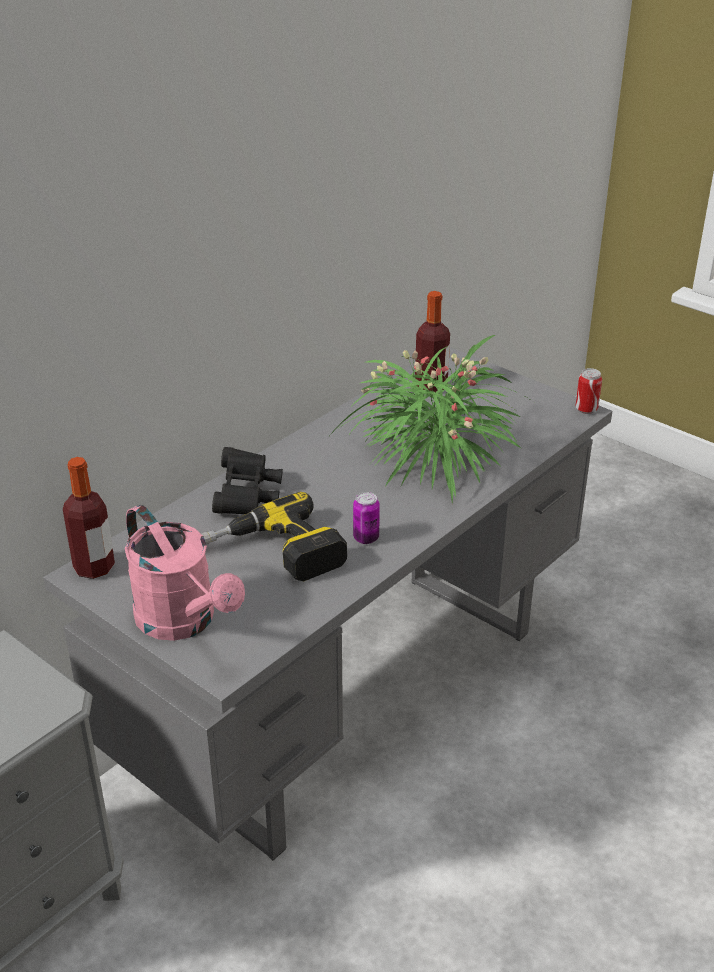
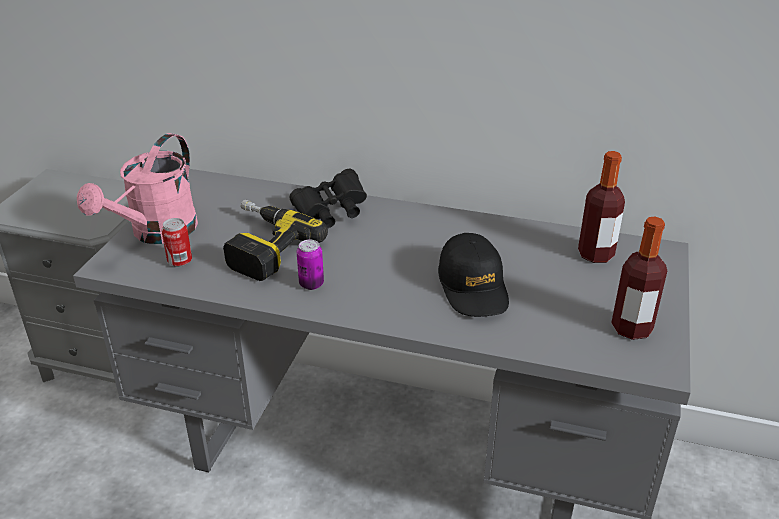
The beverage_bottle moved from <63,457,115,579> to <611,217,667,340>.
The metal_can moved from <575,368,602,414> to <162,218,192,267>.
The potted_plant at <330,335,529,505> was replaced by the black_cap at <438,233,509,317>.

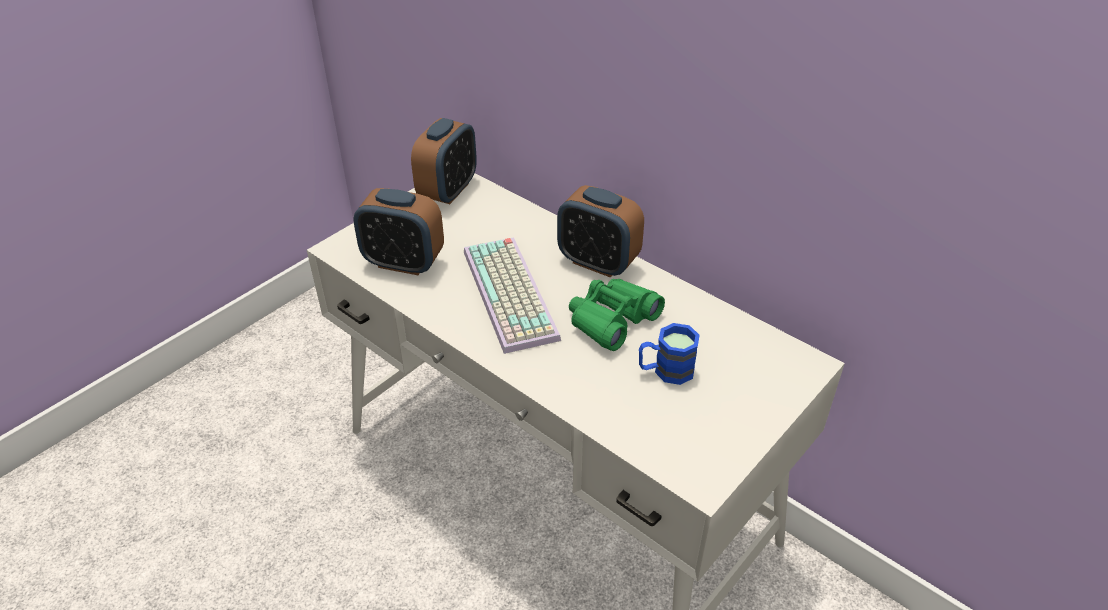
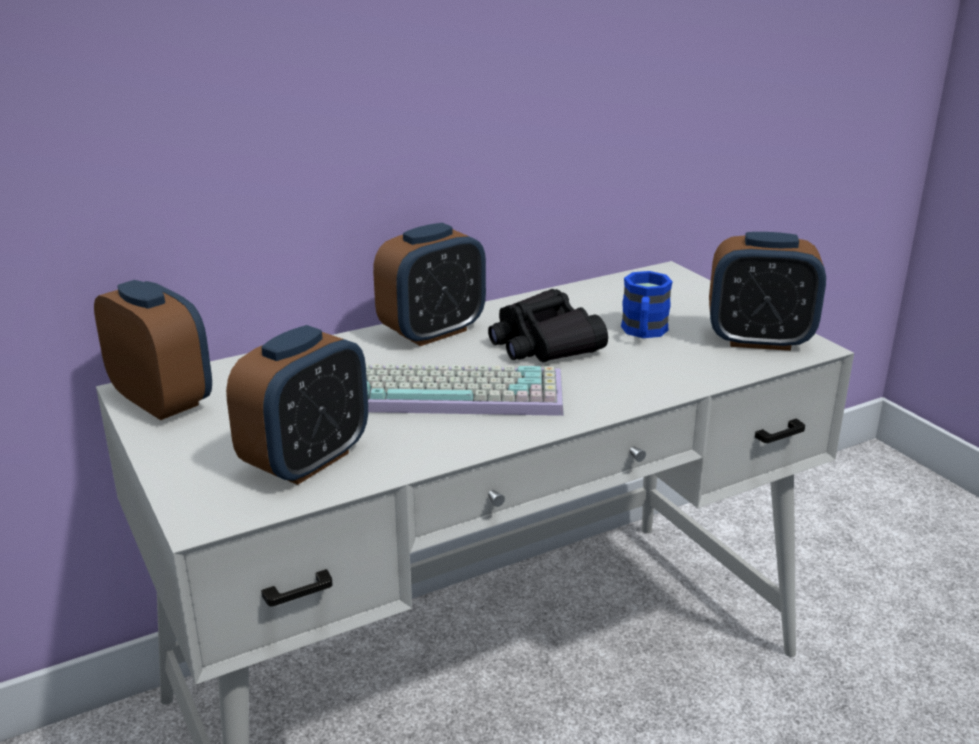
The alarm_clock at <709,232,826,351> appeared.
The green-coloured_binoculars at <569,279,665,351> became the black_binoculars at <488,289,608,362>.

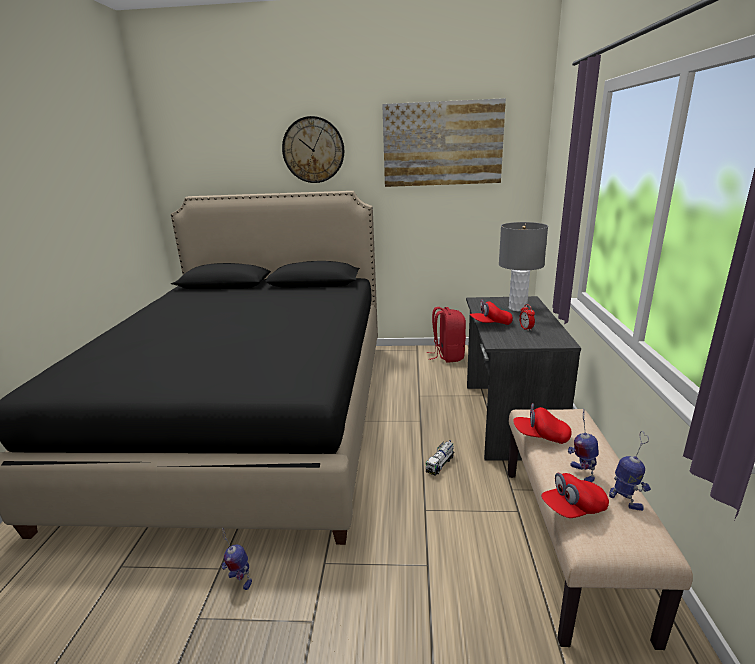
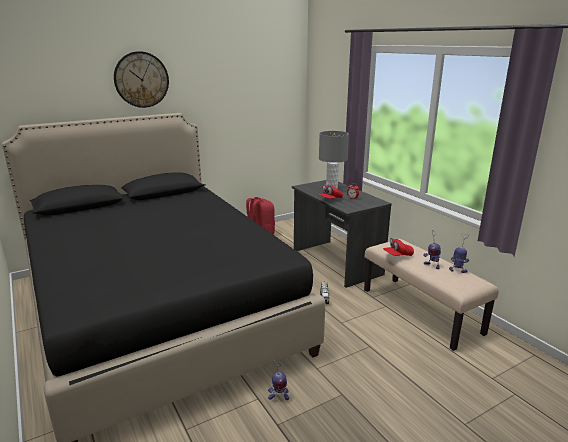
The wall_picture at <382,98,506,187> disappeared.
The red-coloured_cap at <541,473,609,518> disappeared.

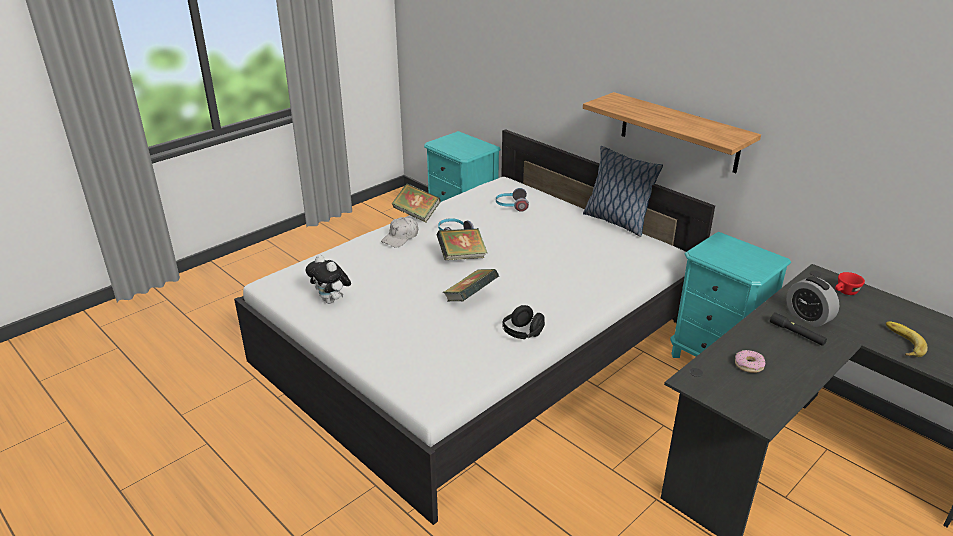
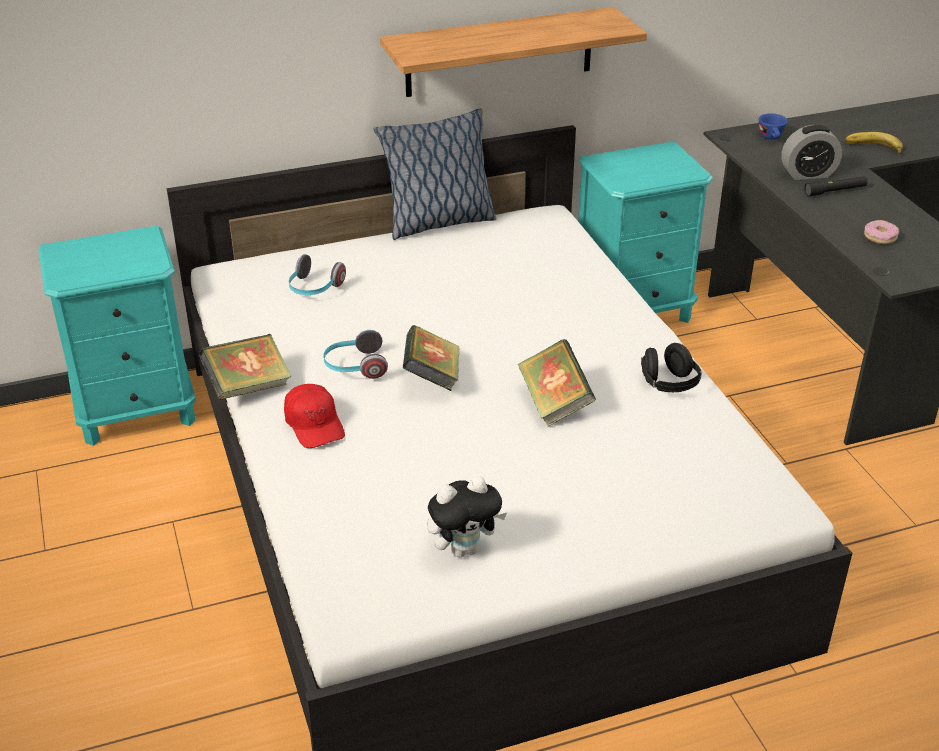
The white-coloured_cap at <381,217,418,248> became the red-coloured_cap at <284,384,345,448>.
The red-coloured_drinking_cup at <835,272,865,295> became the blue-coloured_drinking_cup at <759,113,788,139>.

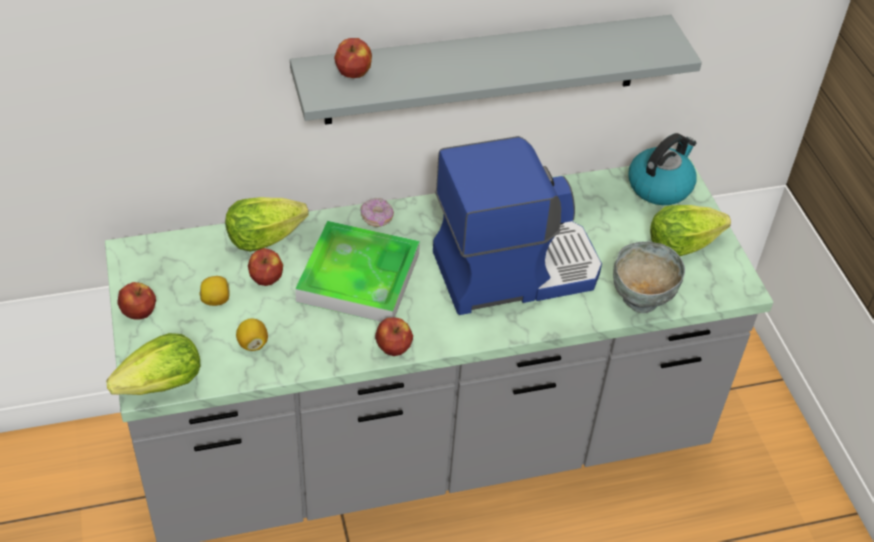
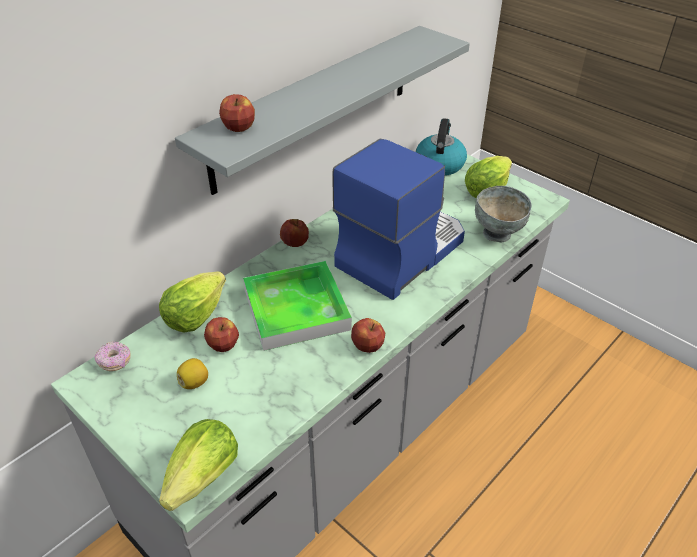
The citrus_fruit at <236,318,268,351> disappeared.
The apple moved from <117,282,156,320> to <280,219,309,247>.
The donut moved from <360,198,394,227> to <95,341,131,371>.

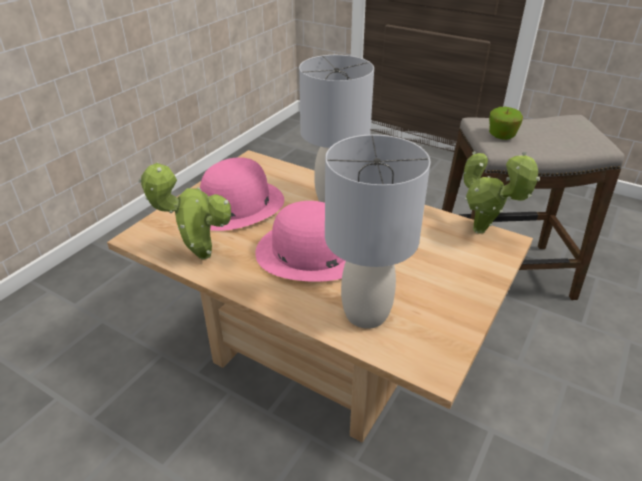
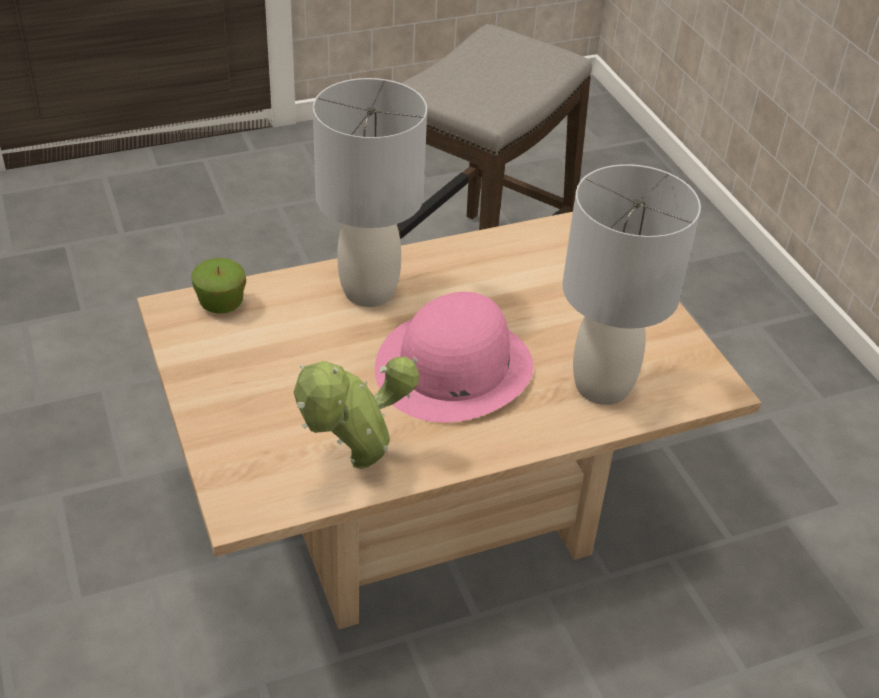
The pink-coloured_wearable_hat at <200,157,284,231> disappeared.
The potted_plant at <464,151,540,234> disappeared.
The apple moved from <489,107,523,140> to <191,258,246,314>.

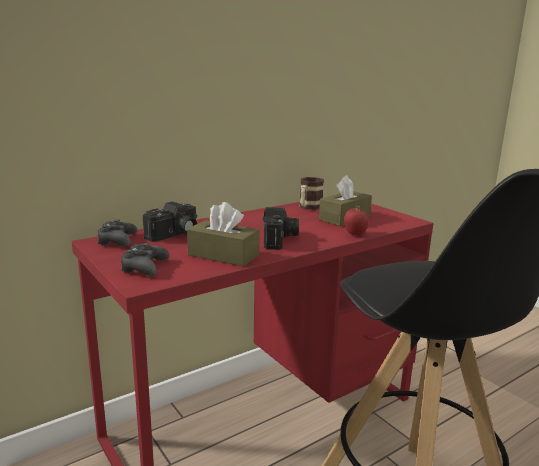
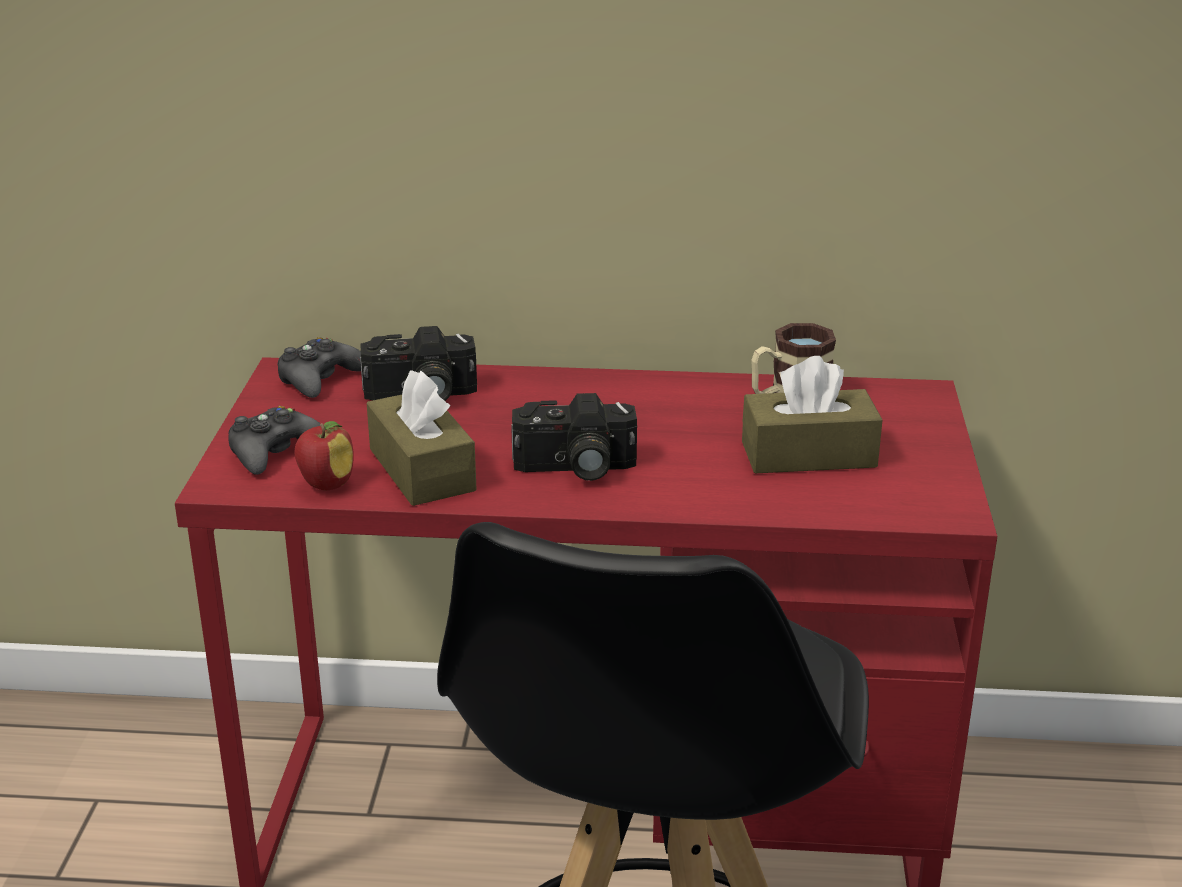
The apple moved from <344,206,368,235> to <294,421,354,490>.
The still_camera at <263,207,299,250> turned 45 degrees clockwise.

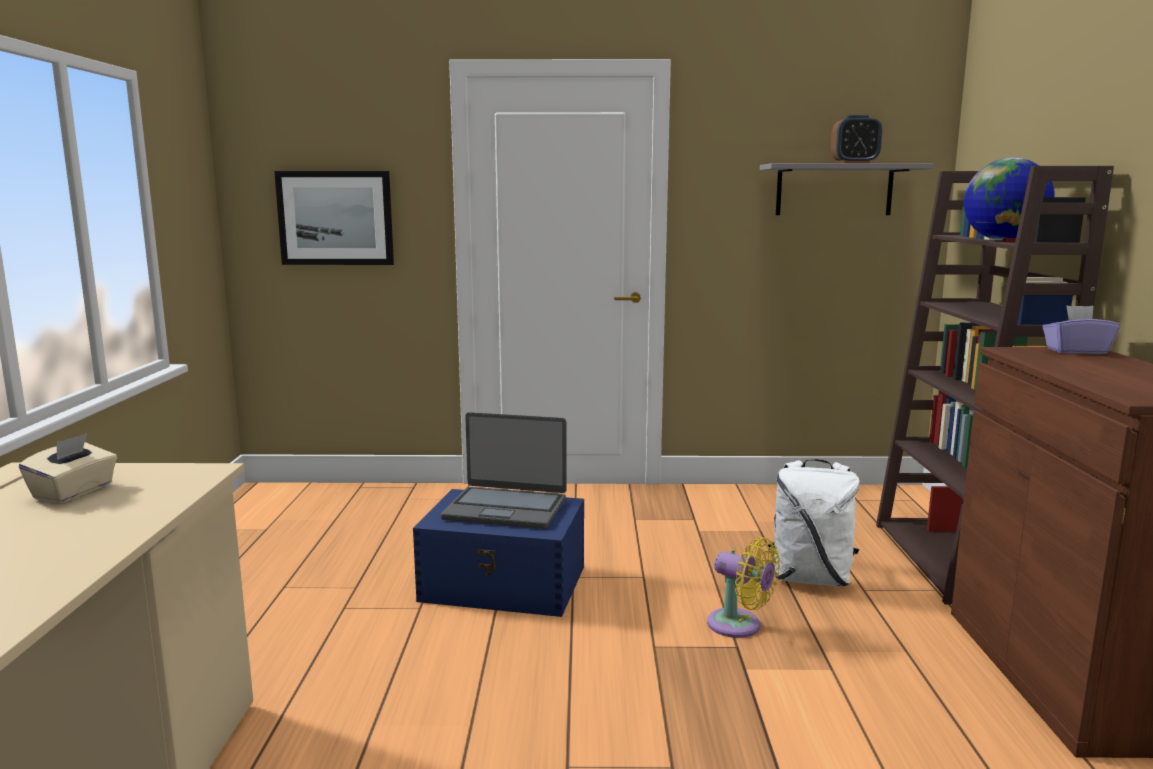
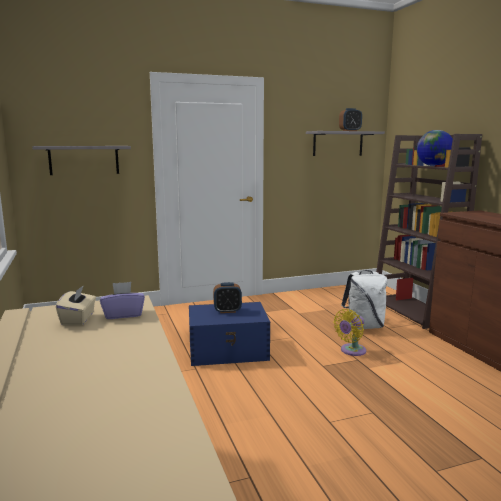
The purple_tissue_box moved from <1043,305,1120,354> to <100,282,145,319>.
The wall_picture at <274,171,394,265> was replaced by the greyish_bracket_shelf at <32,146,131,175>.
The notebook_computer at <441,412,567,529> was replaced by the alarm_clock at <213,282,242,313>.
The yellowish_cooling_fan at <707,537,780,638> turned 120 degrees clockwise.

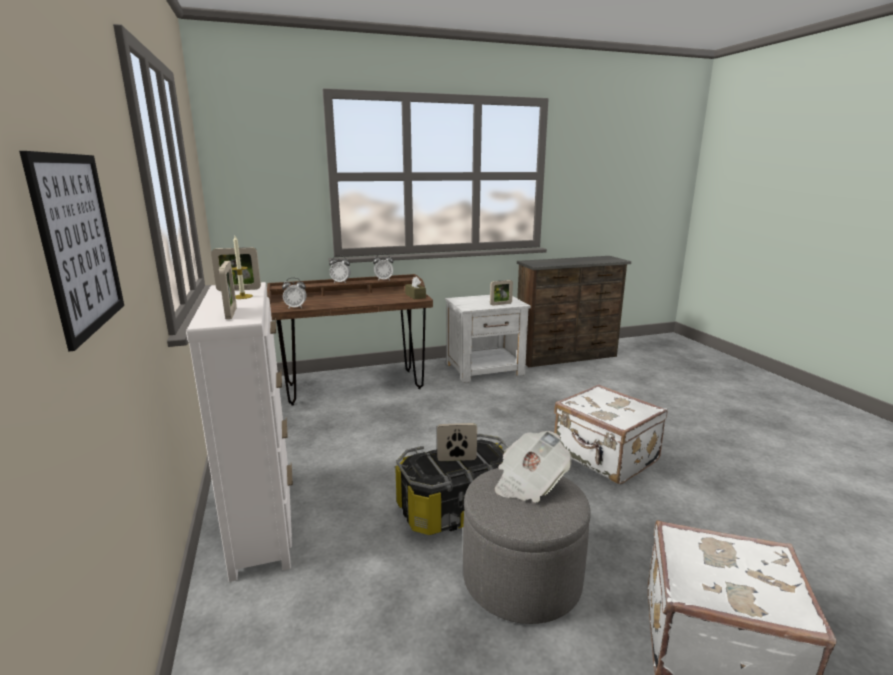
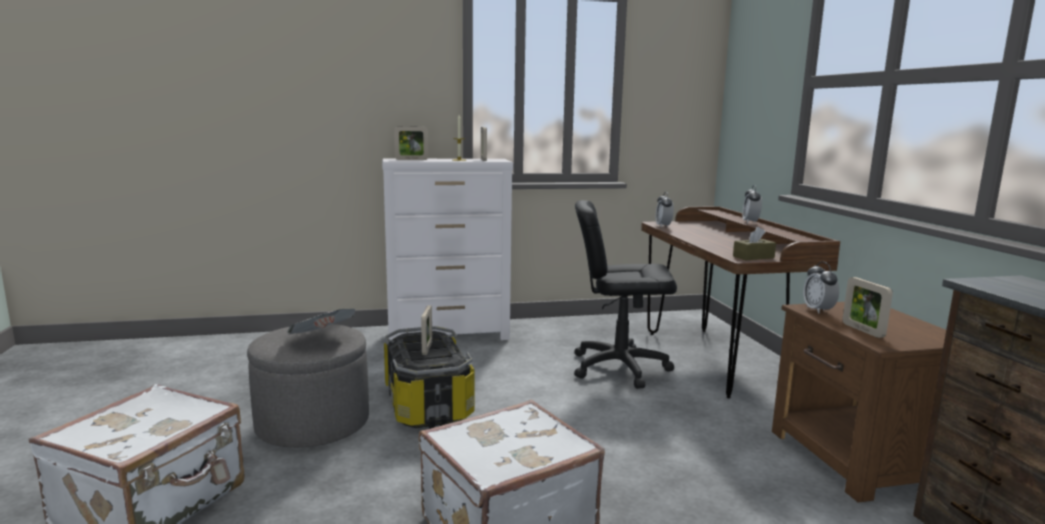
The wall_picture at <19,151,124,351> disappeared.
The black_desk_chair at <574,200,677,389> appeared.
The alarm_clock moved from <373,253,393,281> to <803,261,839,314>.
The white-coloured_night_table at <445,295,531,383> became the brownish_night_table at <772,302,946,503>.

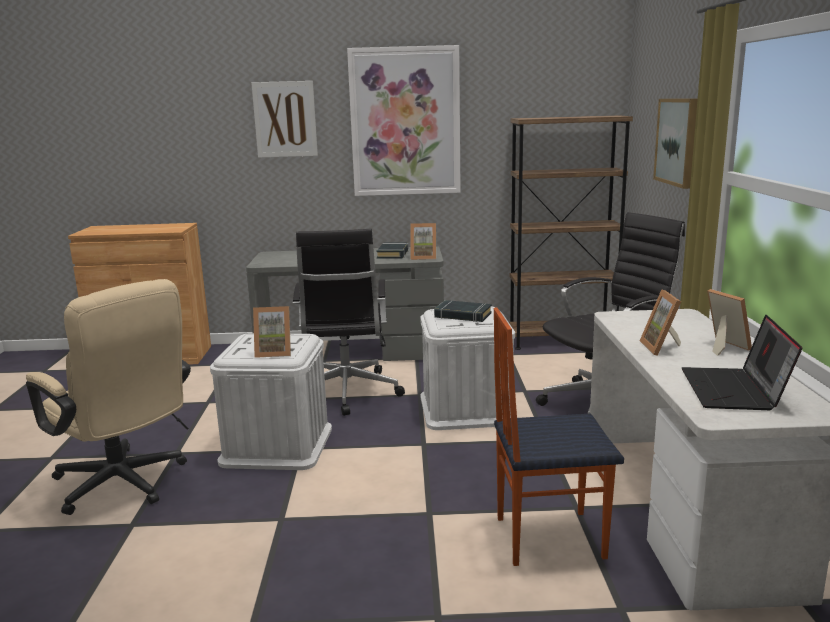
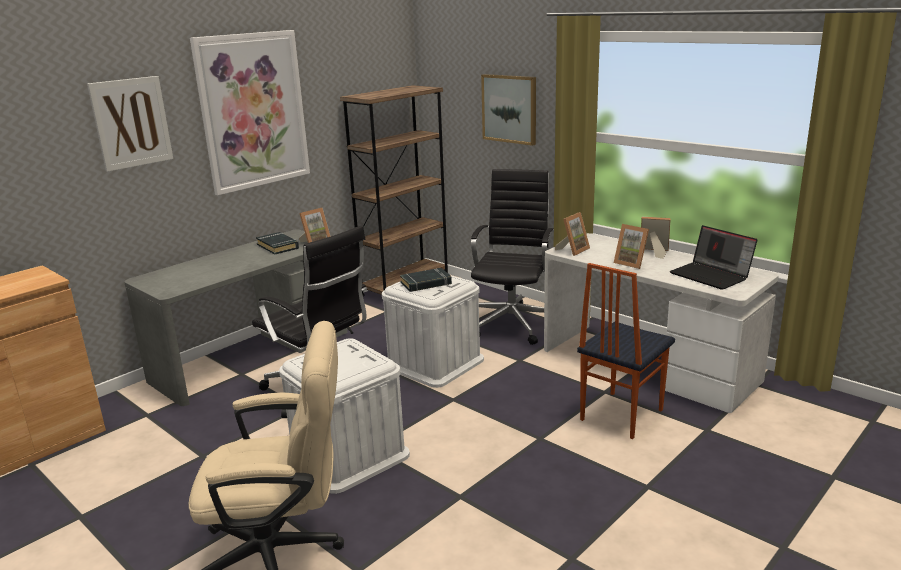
The standing_frame moved from <253,306,291,358> to <555,212,590,256>.

